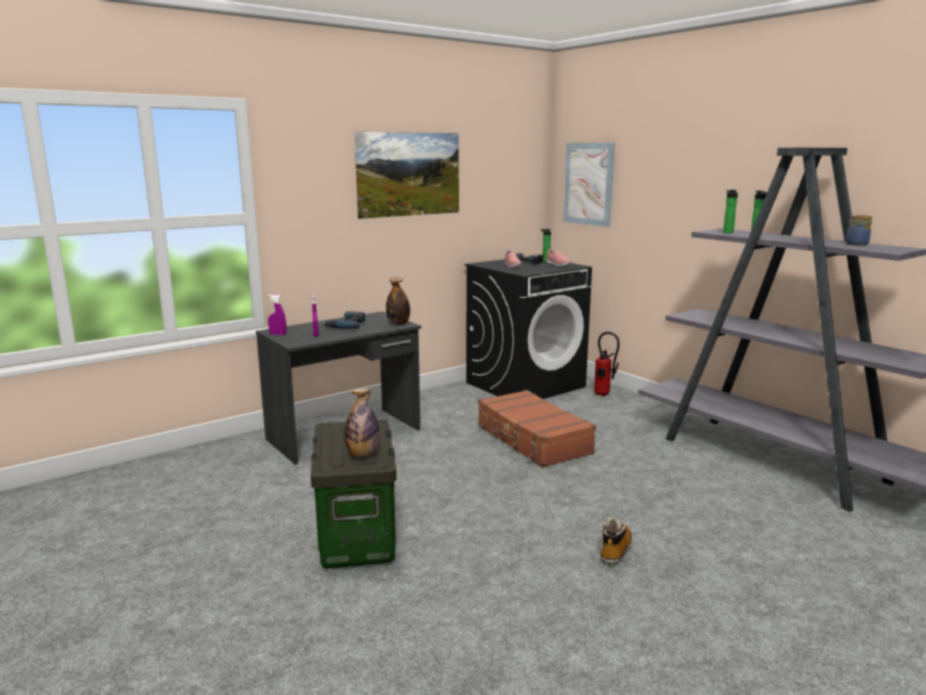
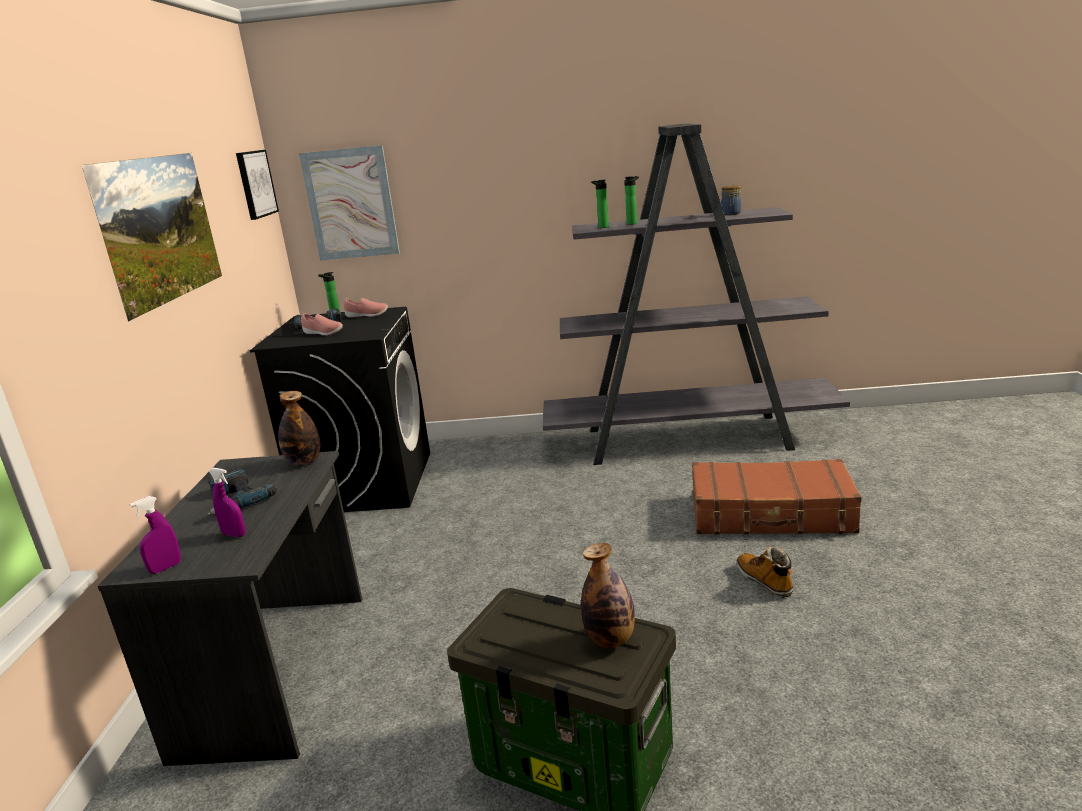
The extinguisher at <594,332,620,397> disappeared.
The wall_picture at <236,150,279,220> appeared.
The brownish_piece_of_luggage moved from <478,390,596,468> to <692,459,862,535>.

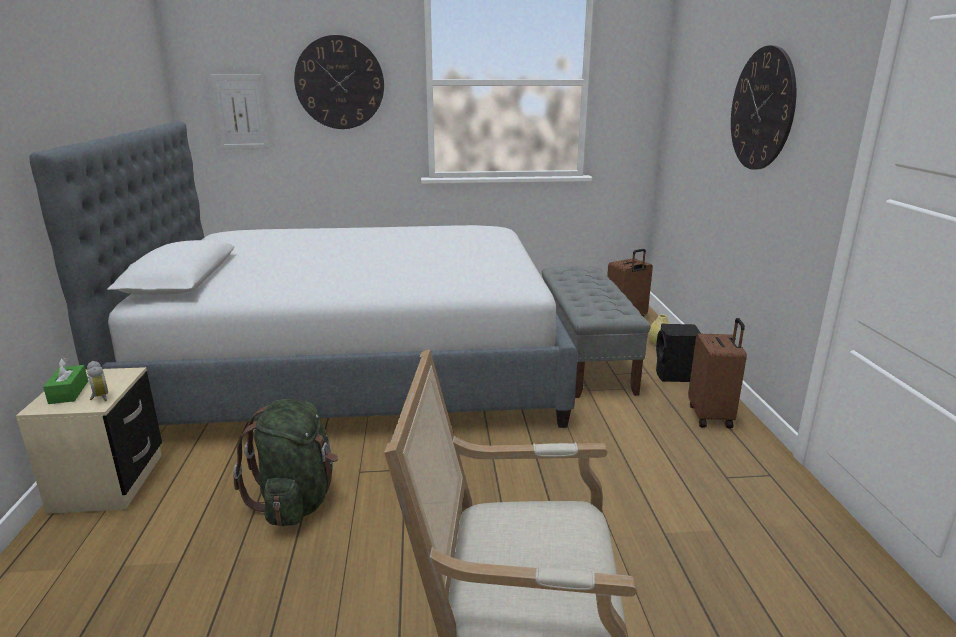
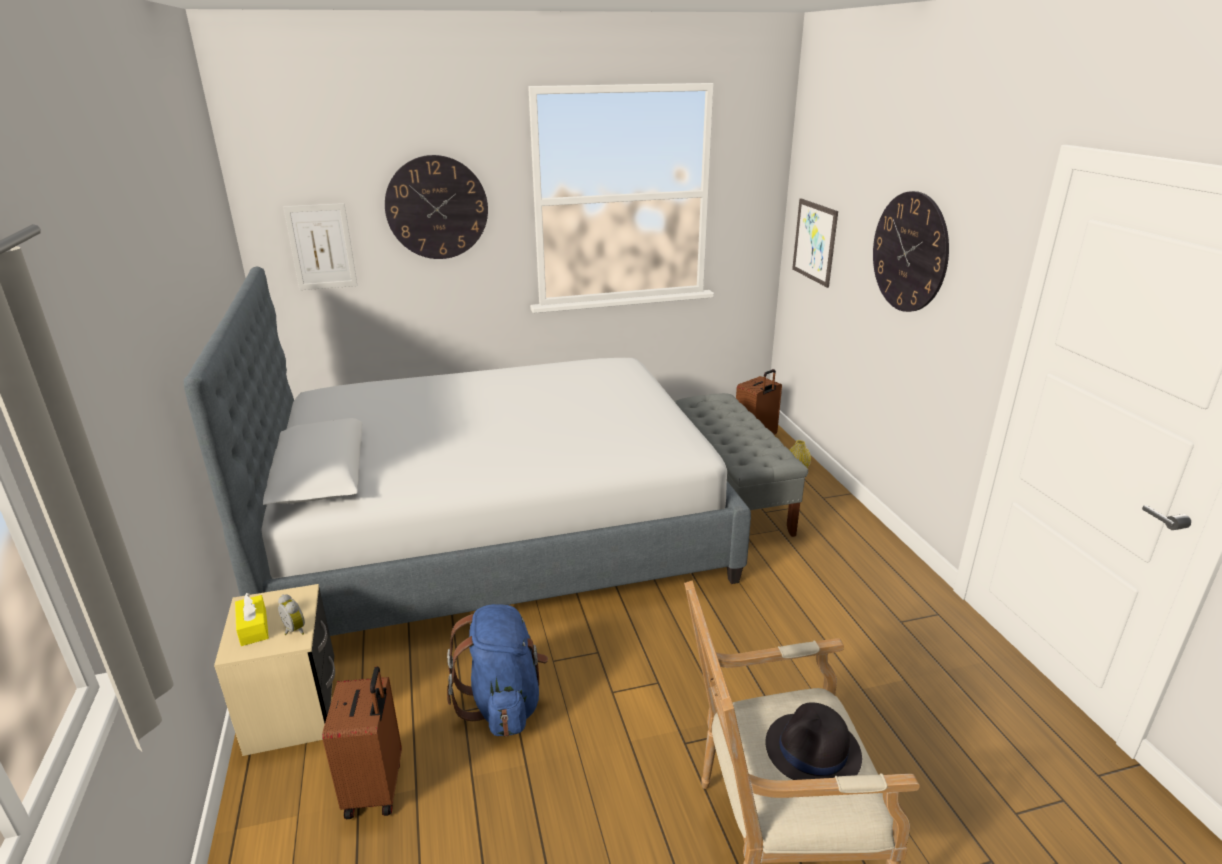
The black_loudspeaker at <656,324,701,382> disappeared.
The black_wearable_hat at <765,702,862,780> appeared.
The wall_picture at <792,198,838,288> appeared.
The brownish_piece_of_luggage moved from <688,318,747,428> to <322,667,402,819>.
The green-coloured_tissue_box at <43,358,88,404> became the yellowish_tissue_box at <235,593,269,646>.
The green-coloured_knapsack at <233,399,338,527> became the blue-coloured_knapsack at <447,604,548,737>.

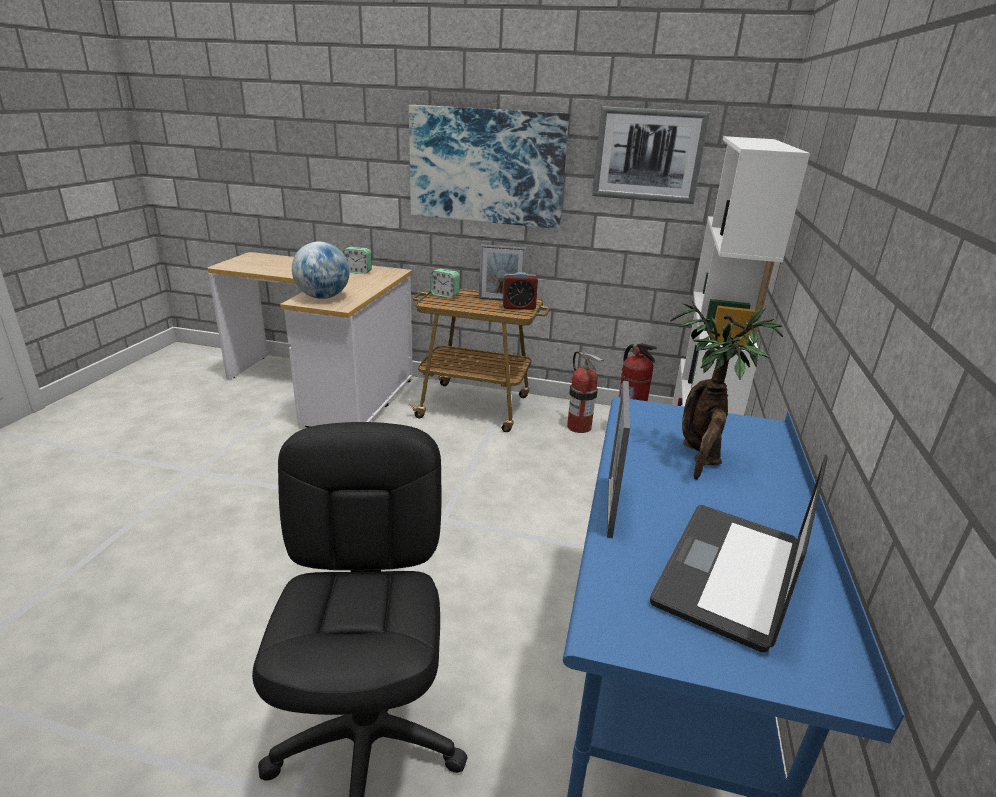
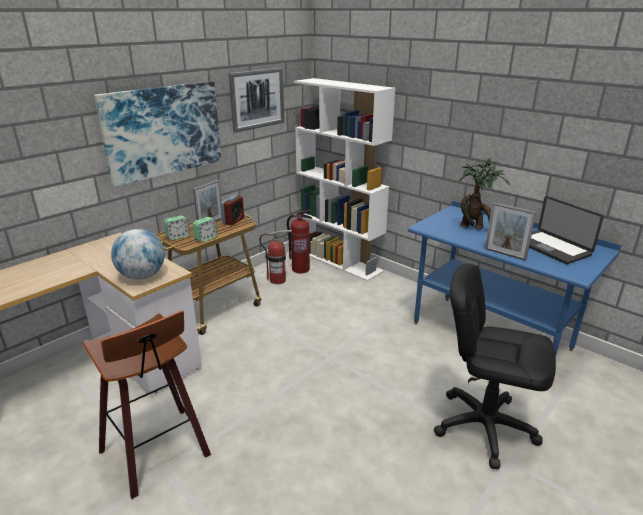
The stool_seat at <83,310,211,499> appeared.
The alarm_clock moved from <342,247,372,274> to <193,217,218,242>.

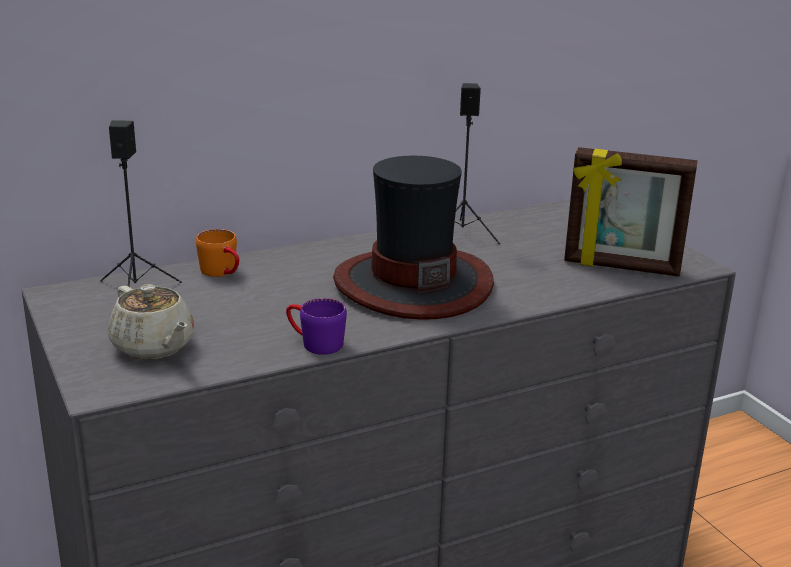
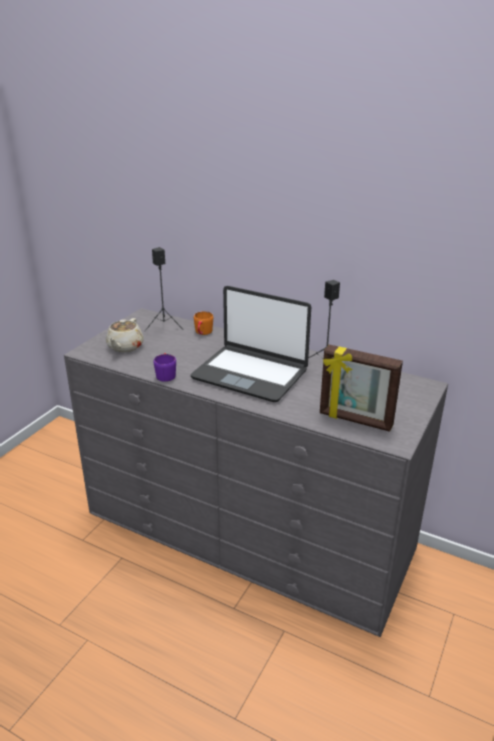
The wearable_hat at <333,156,494,320> was replaced by the notebook_computer at <190,286,311,402>.
The standing_frame at <564,147,697,277> turned 45 degrees counterclockwise.

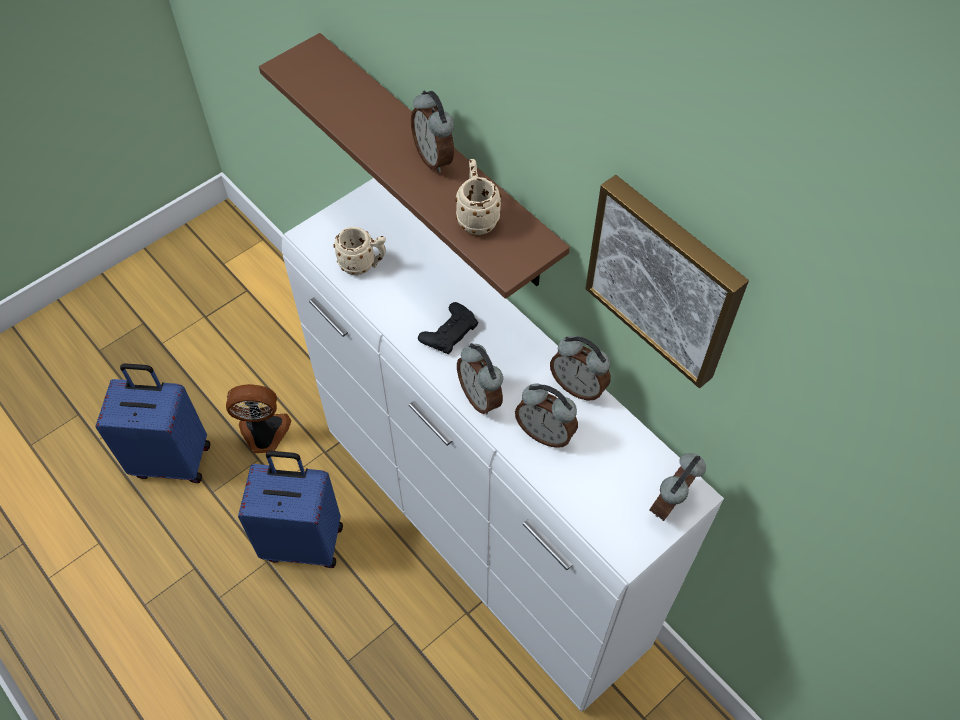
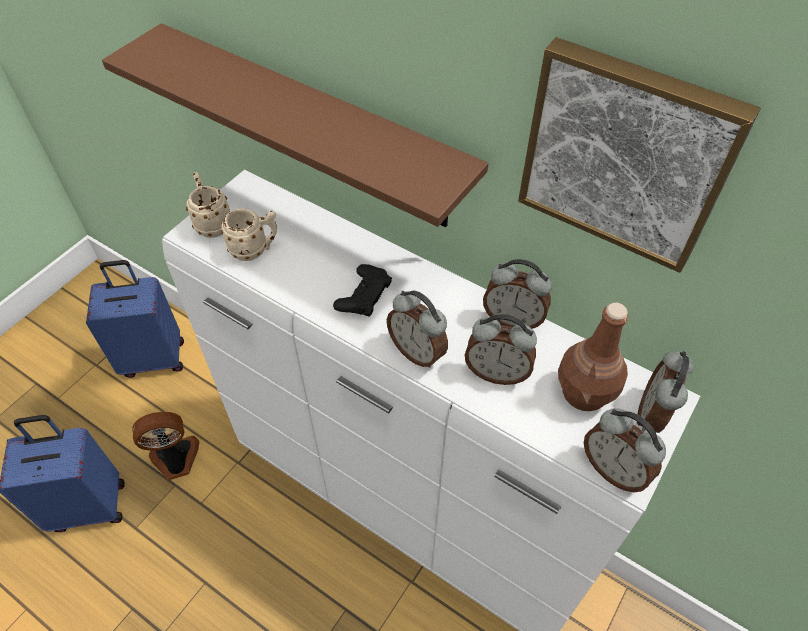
The brownish_beverage_bottle at <558,303,628,411> appeared.
The blue-coloured_piece_of_luggage moved from <238,451,343,568> to <86,260,184,378>.
The alarm_clock moved from <411,90,454,173> to <583,408,666,492>.
The beige-coloured_coffee_mug moved from <455,159,501,235> to <186,172,230,238>.

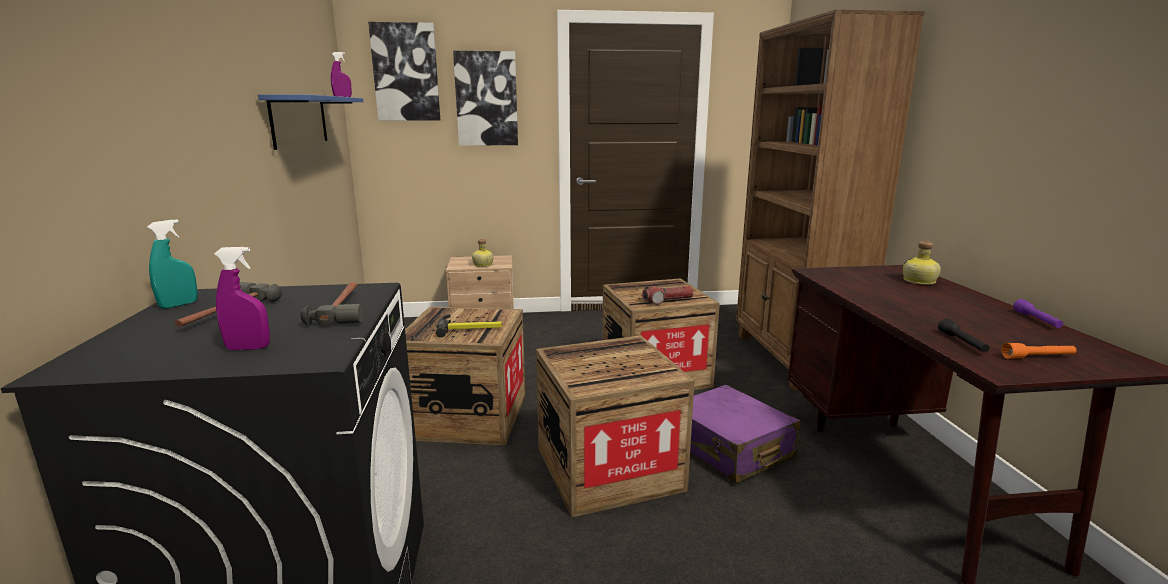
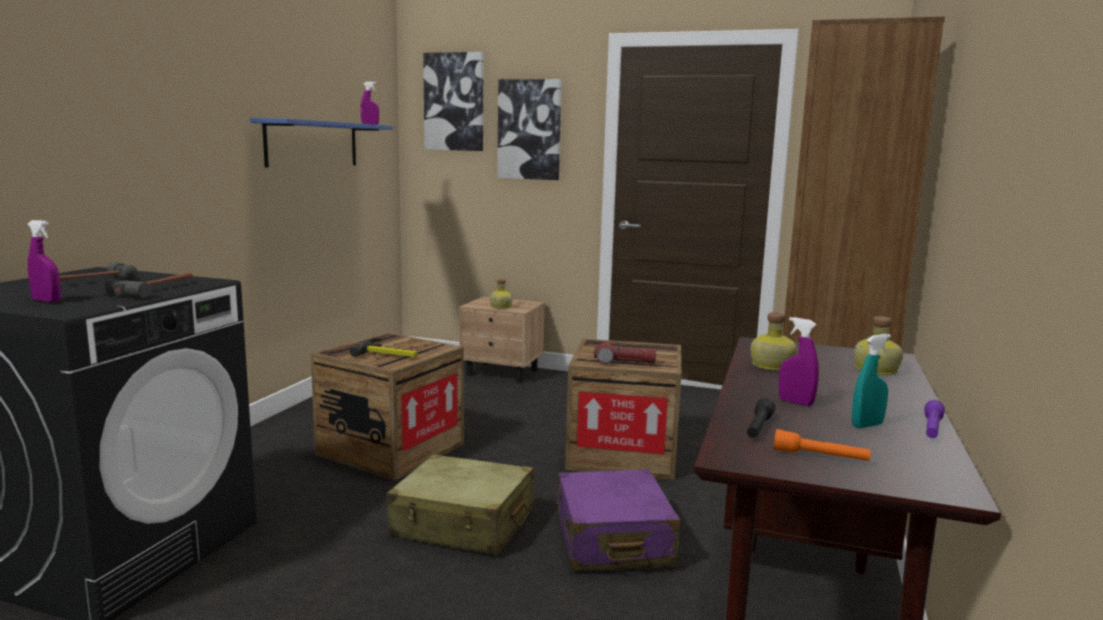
The beverage_bottle at <751,312,797,371> appeared.
The purple_spray_bottle at <779,317,819,406> appeared.
The blue-green_spray_bottle moved from <147,220,198,309> to <852,334,891,428>.
The shipping_crate at <536,335,695,517> was replaced by the beige-coloured_piece_of_luggage at <386,454,534,555>.

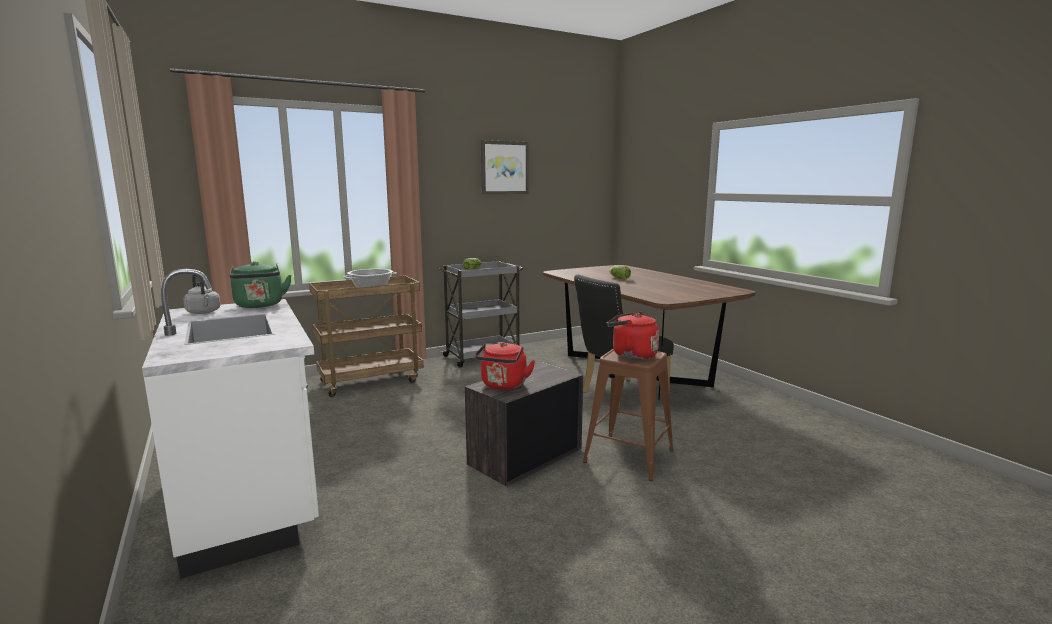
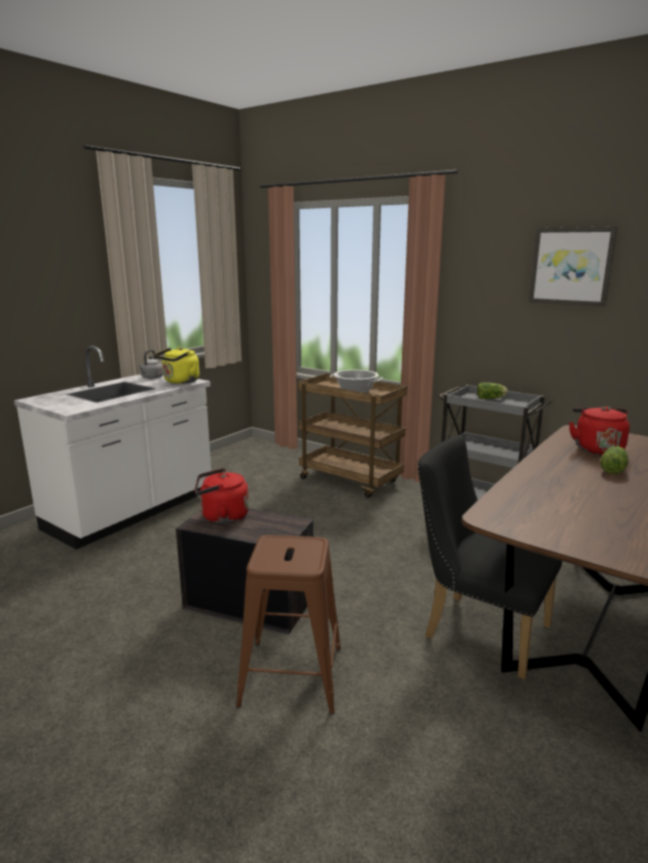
The red-coloured_tea_kettle moved from <607,312,659,360> to <569,406,630,455>.
The green-coloured_tea_kettle at <230,261,292,308> became the yellowish_tea_kettle at <155,347,200,384>.

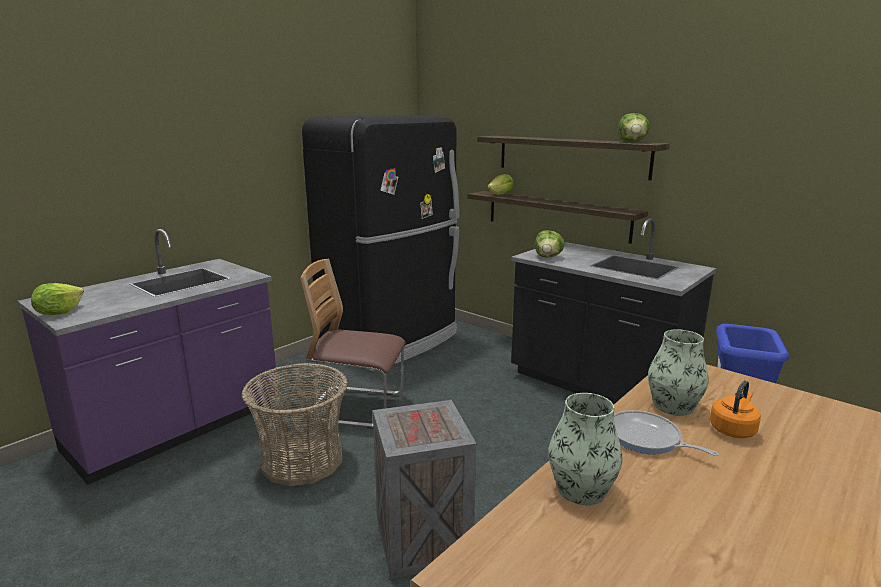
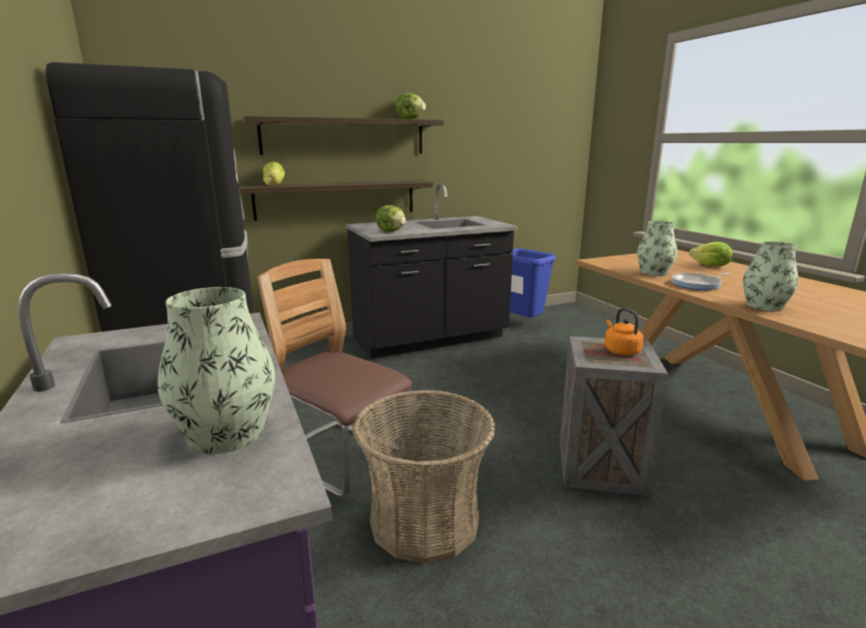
The decorative_vase at <157,287,275,454> appeared.
The head_of_lettuce moved from <31,283,84,315> to <689,242,733,267>.
The orange_tea_kettle moved from <710,380,761,438> to <604,308,643,355>.
The plain_chair at <300,259,406,429> turned 90 degrees clockwise.

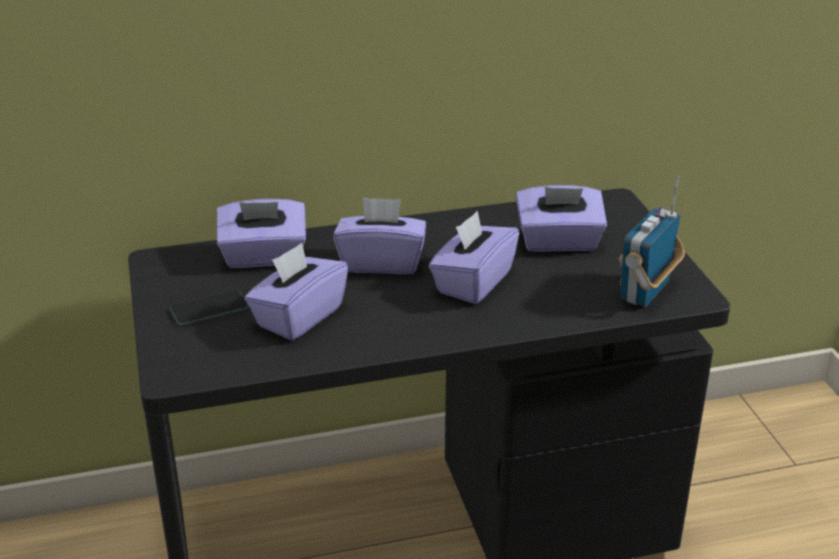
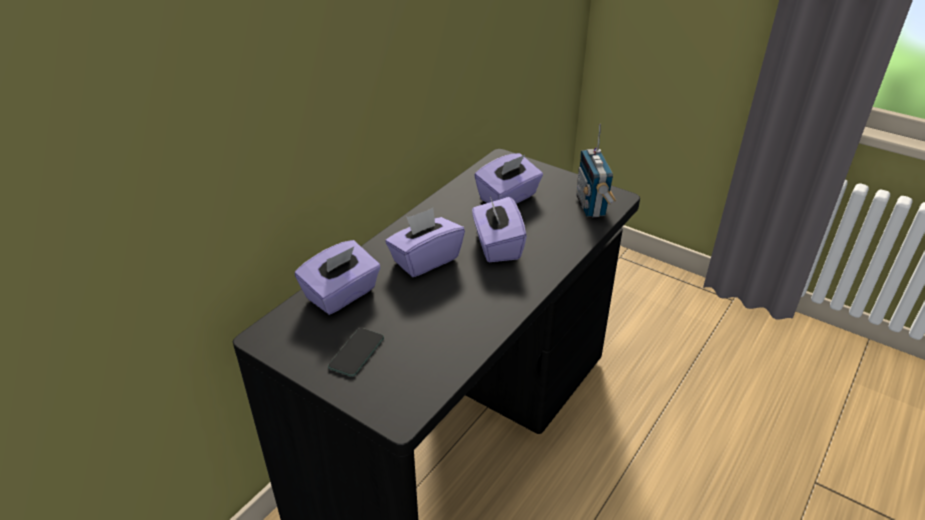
The purple_tissue_box at <245,243,348,341> disappeared.

